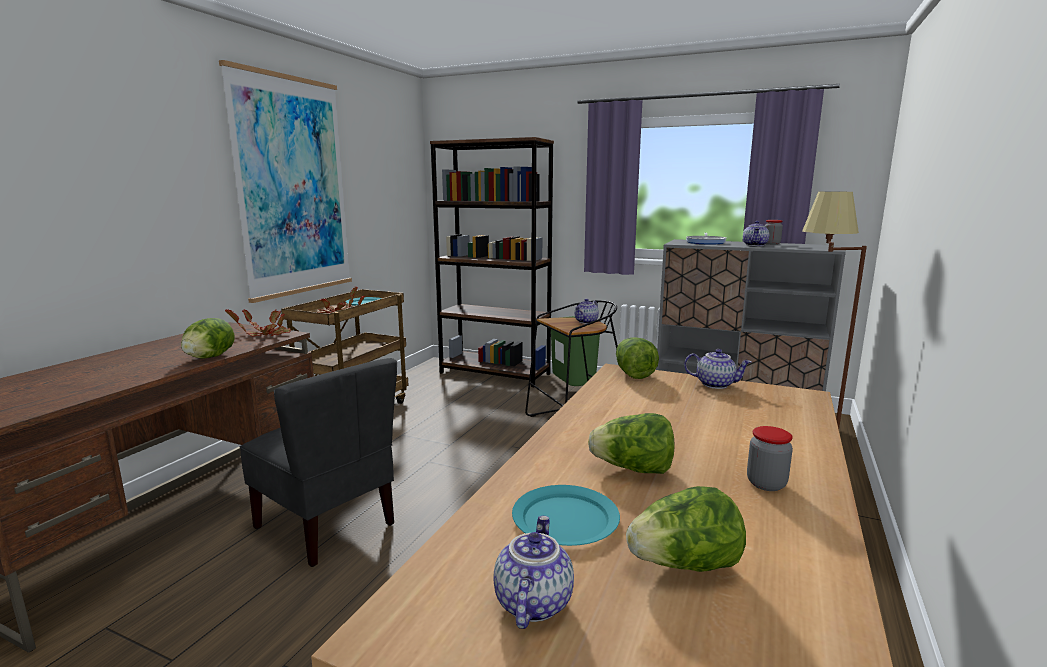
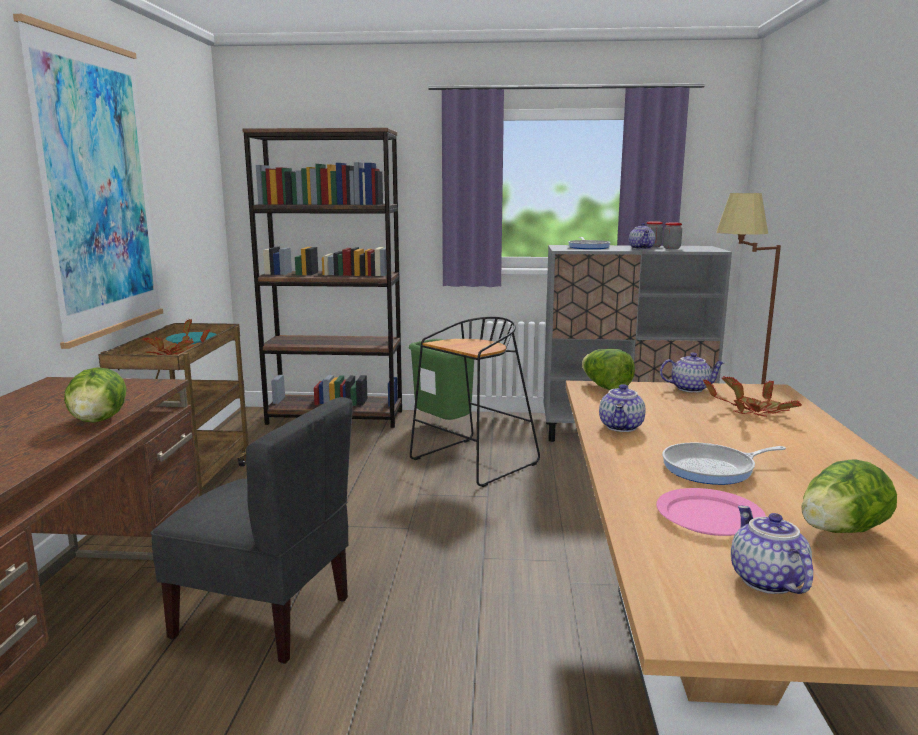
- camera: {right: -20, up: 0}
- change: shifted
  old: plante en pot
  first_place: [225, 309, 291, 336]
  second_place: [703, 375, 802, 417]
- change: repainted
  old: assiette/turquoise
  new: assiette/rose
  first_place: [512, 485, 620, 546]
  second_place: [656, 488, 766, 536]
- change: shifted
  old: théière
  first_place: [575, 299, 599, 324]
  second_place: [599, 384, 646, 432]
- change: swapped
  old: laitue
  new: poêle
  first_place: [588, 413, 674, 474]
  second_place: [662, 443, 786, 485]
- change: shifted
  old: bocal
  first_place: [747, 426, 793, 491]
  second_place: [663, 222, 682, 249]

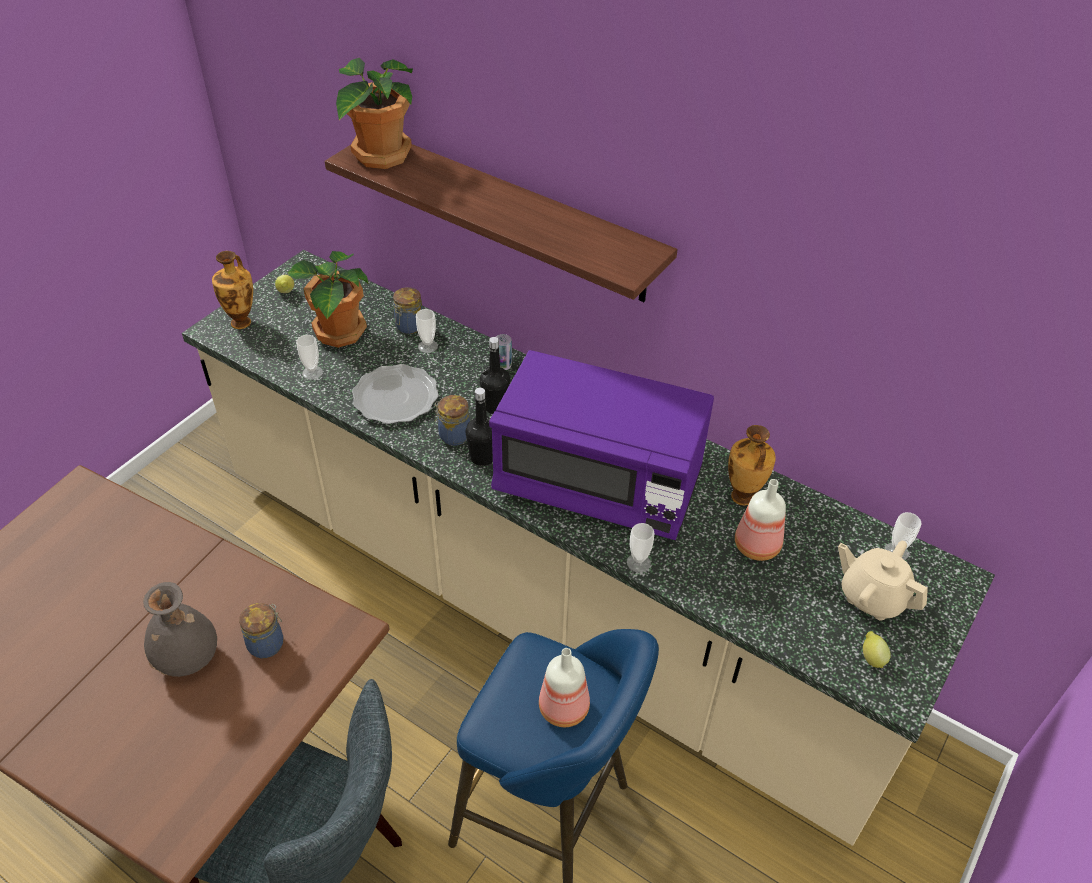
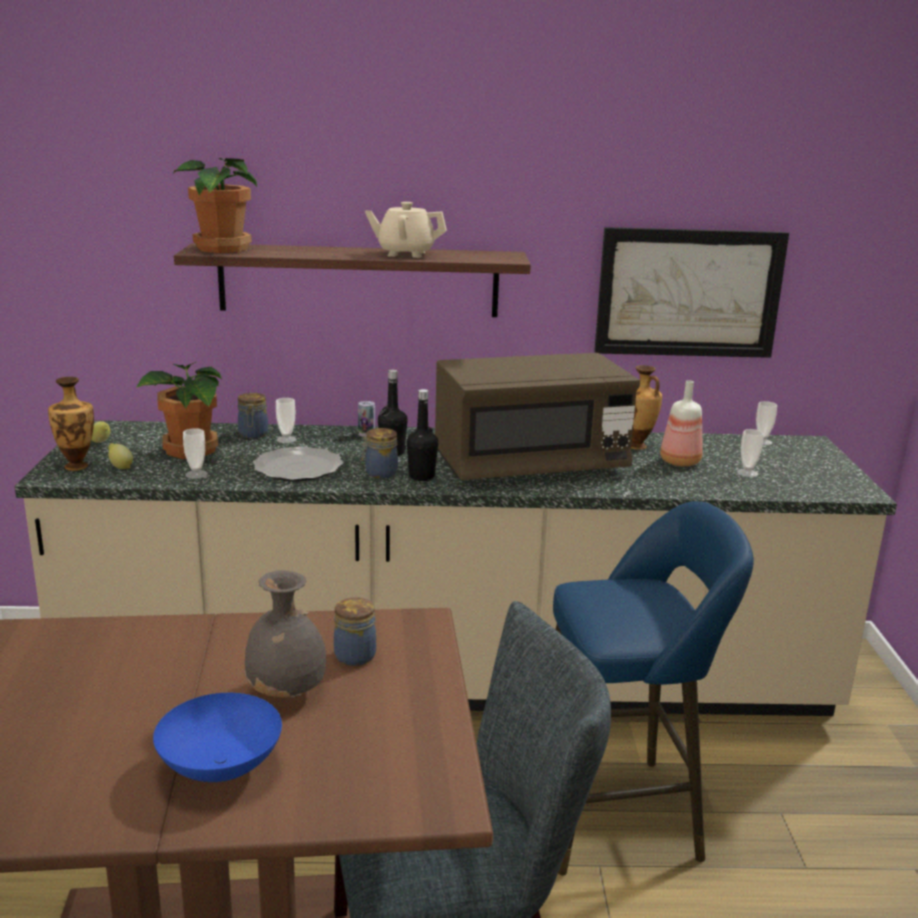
- camera: {right: -35, up: -25}
- change: repainted
  old: micro-ondes/violet
  new: micro-ondes/marron
  first_place: [489, 350, 714, 540]
  second_place: [435, 353, 640, 480]
- change: gone
  old: bouteille
  first_place: [539, 648, 590, 727]
- change: shifted
  old: tasse
  first_place: [627, 523, 654, 572]
  second_place: [737, 429, 764, 477]
- change: shifted
  old: théière/beige
  first_place: [838, 541, 928, 621]
  second_place: [365, 202, 447, 258]
- change: shifted
  old: citron
  first_place: [863, 631, 891, 668]
  second_place: [108, 443, 133, 469]
- change: new
  new: bol/bleu
  second_place: [153, 693, 282, 782]
- change: new
  new: tableau
  second_place: [594, 227, 789, 358]

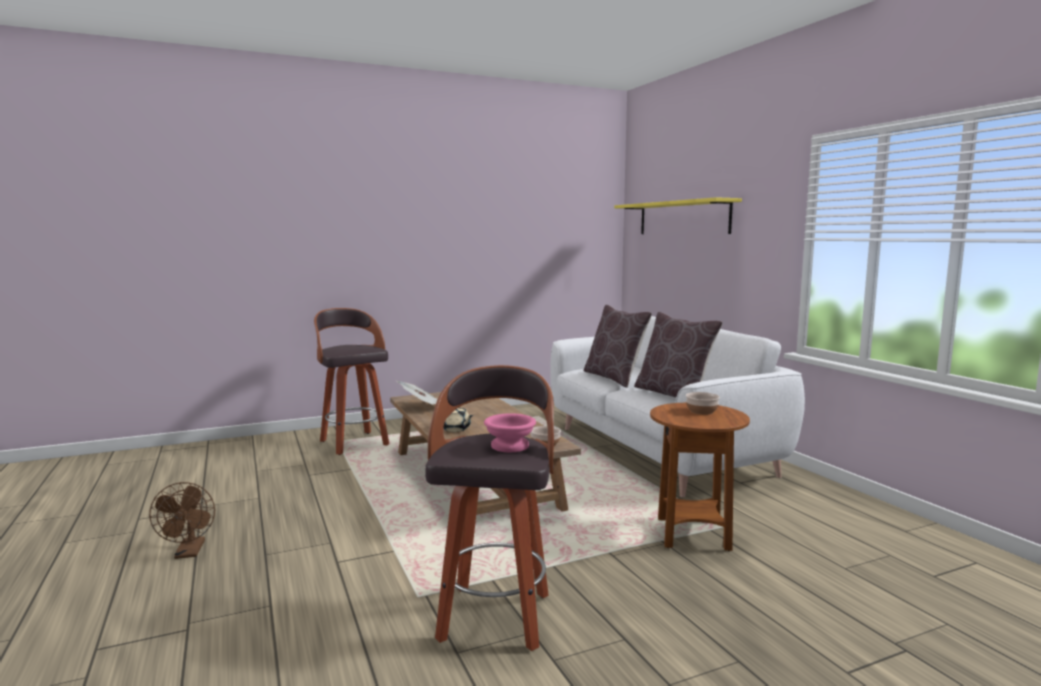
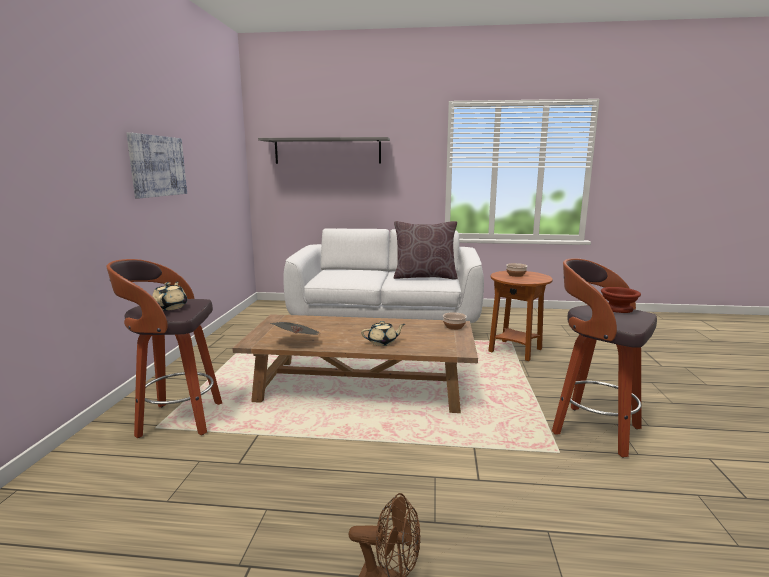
- camera: {right: -60, up: 5}
- change: repainted
  old: bol/rose
  new: bol/marron
  first_place: [484, 413, 536, 452]
  second_place: [601, 287, 641, 313]
- change: gone
  old: coussin/marron
  first_place: [584, 305, 652, 388]
- change: repainted
  old: étagère/jaune
  new: étagère/gris
  first_place: [614, 197, 742, 234]
  second_place: [258, 137, 390, 164]
- change: new
  new: tableau
  second_place: [126, 132, 187, 198]
- change: new
  new: théière/beige
  second_place: [152, 281, 187, 311]

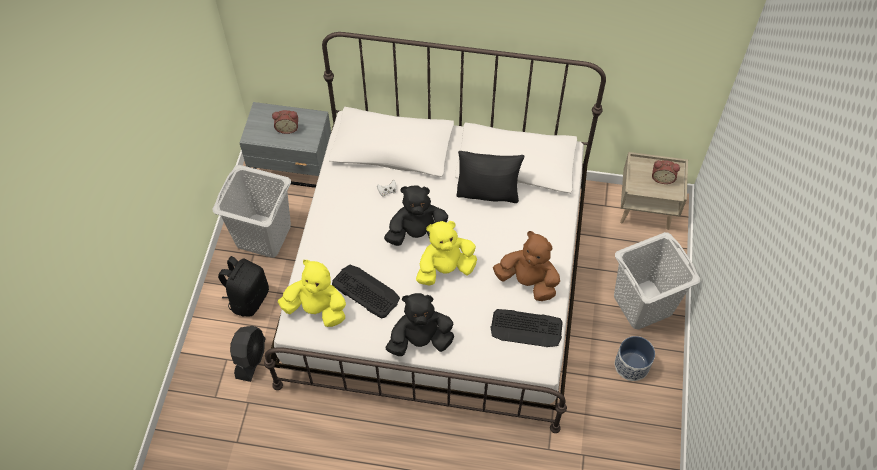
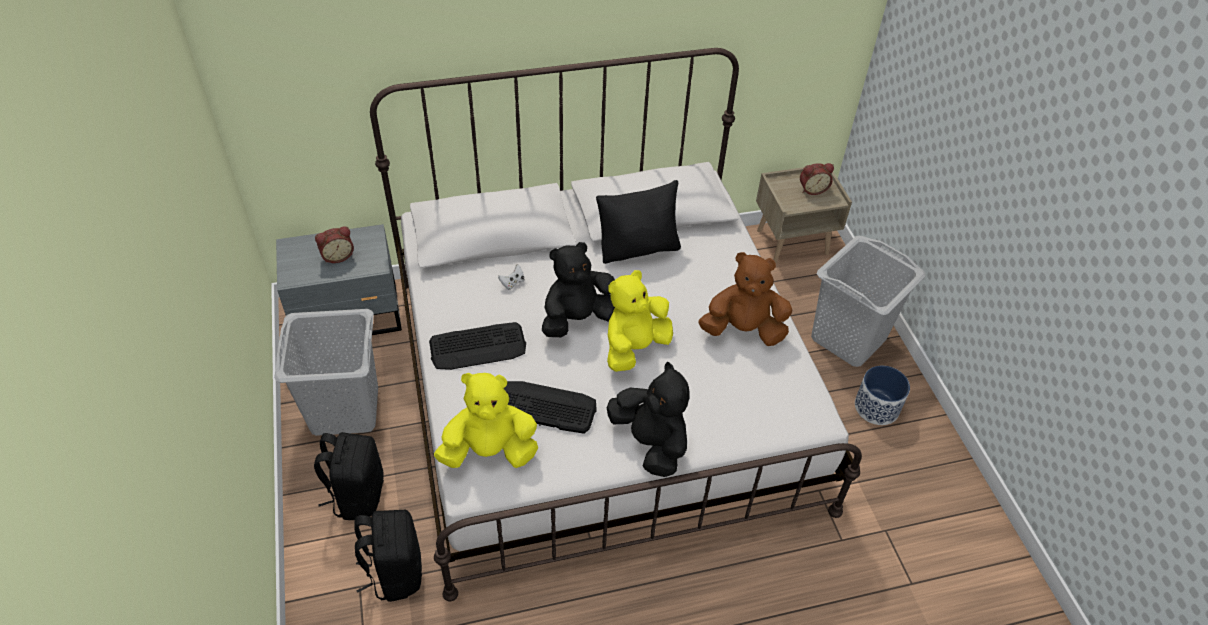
- camera: {right: -25, up: -10}
- change: swapped
  old: ventilateur/noir
  new: sac à dos/noir
  first_place: [230, 326, 266, 382]
  second_place: [354, 510, 422, 602]
- change: rotated
  old: peluche/noir
  first_place: [386, 293, 454, 356]
  second_place: [607, 362, 690, 477]
  degrees: 90
- change: shifted
  old: clavier
  first_place: [491, 309, 563, 347]
  second_place: [429, 322, 526, 370]

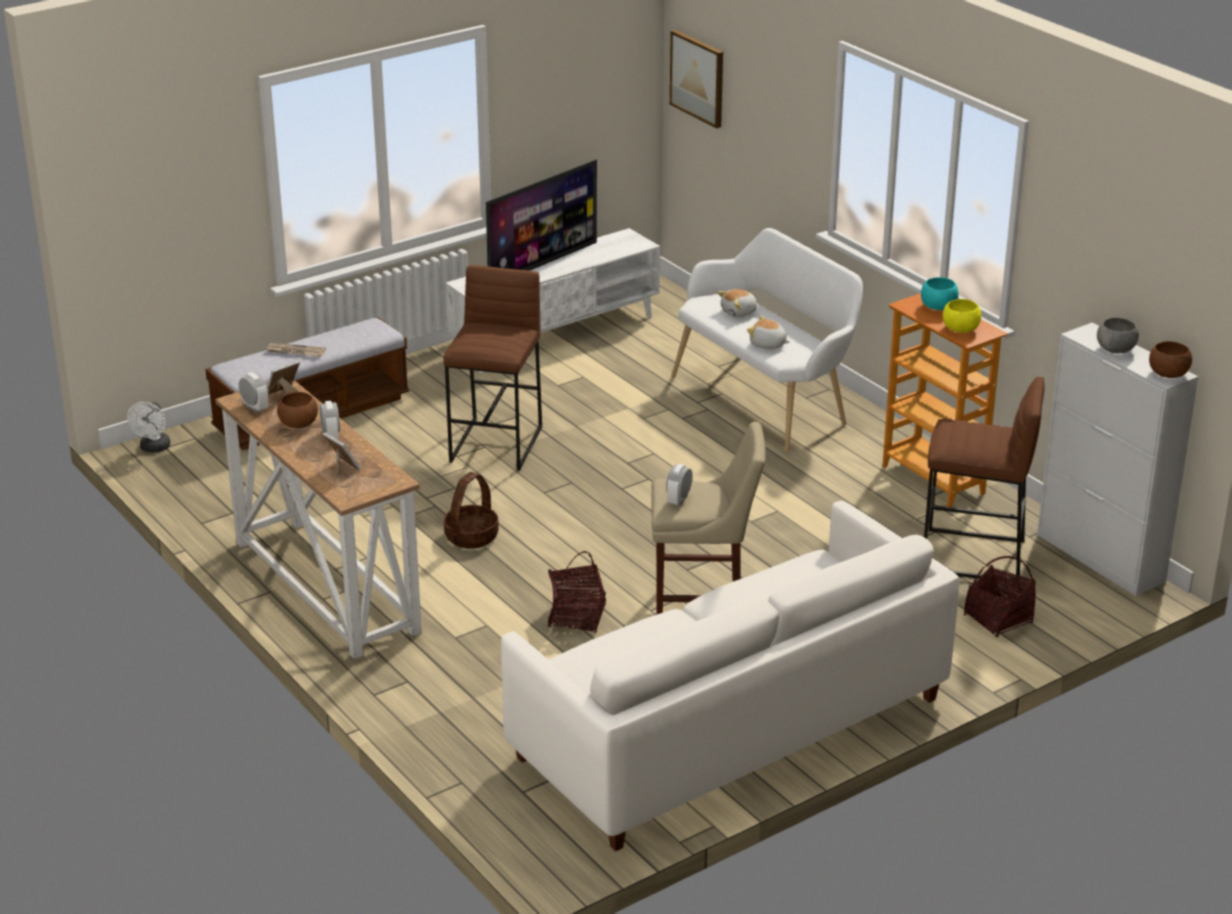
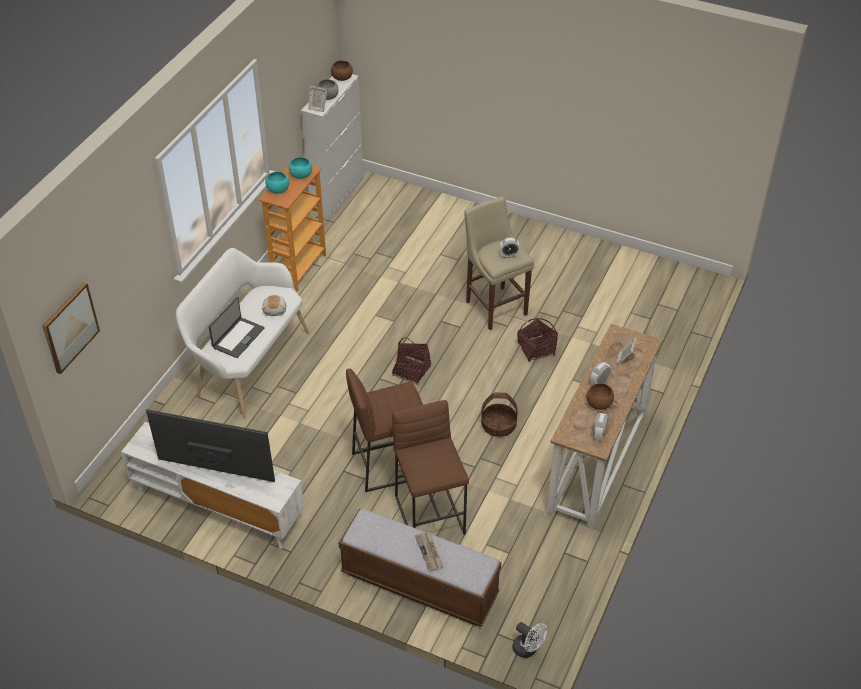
- camera: {right: -120, up: 15}
- change: rotated
  old: ventilateur/blanc
  first_place: [127, 402, 170, 452]
  second_place: [512, 622, 547, 658]
  degrees: 60
- change: shifted
  old: cadre photo
  first_place: [267, 361, 300, 395]
  second_place: [308, 86, 327, 112]
- change: gone
  old: canapé/blanc
  first_place: [501, 501, 959, 851]
- change: swapped
  old: peluche
  new: ordinateur portable
  first_place: [717, 289, 758, 317]
  second_place: [209, 297, 265, 358]
- change: shifted
  old: tabouret/marron
  first_place: [924, 377, 1045, 580]
  second_place: [392, 400, 469, 535]
- change: repainted
  old: bol/jaune
  new: bol/turquoise
  first_place: [943, 299, 981, 333]
  second_place: [289, 157, 312, 179]
- change: shifted
  old: panier
  first_place: [964, 556, 1036, 637]
  second_place: [392, 337, 431, 385]

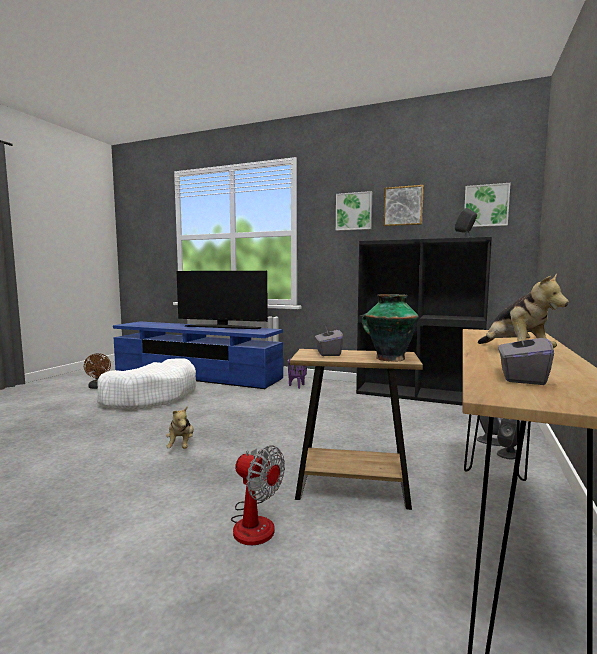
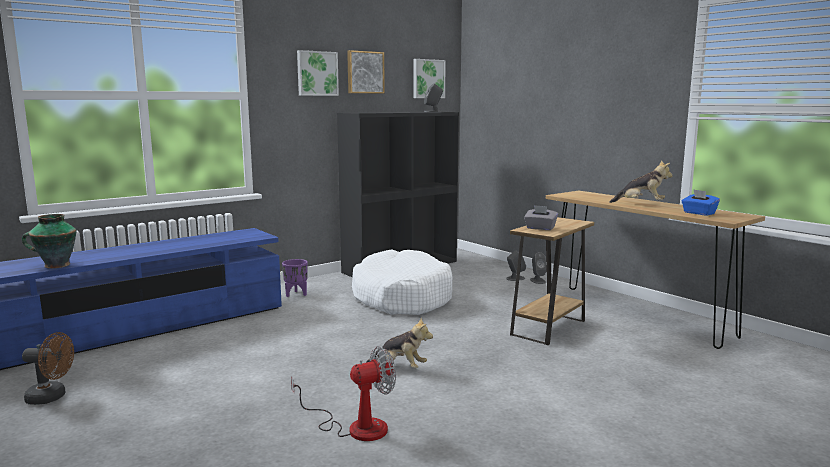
- camera: {right: -60, up: 5}
- change: shifted
  old: panier pour chien/blanc
  first_place: [97, 358, 196, 409]
  second_place: [352, 249, 453, 315]
- change: gone
  old: téléviseur
  first_place: [177, 271, 268, 329]
- change: shifted
  old: ventilateur
  first_place: [231, 445, 285, 545]
  second_place: [291, 346, 396, 441]
- change: shifted
  old: vase
  first_place: [362, 294, 419, 362]
  second_place: [22, 214, 77, 268]
- change: repainted
  old: boîte à mouchoirs/gris
  new: boîte à mouchoirs/bleu
  first_place: [498, 325, 554, 385]
  second_place: [682, 189, 720, 216]

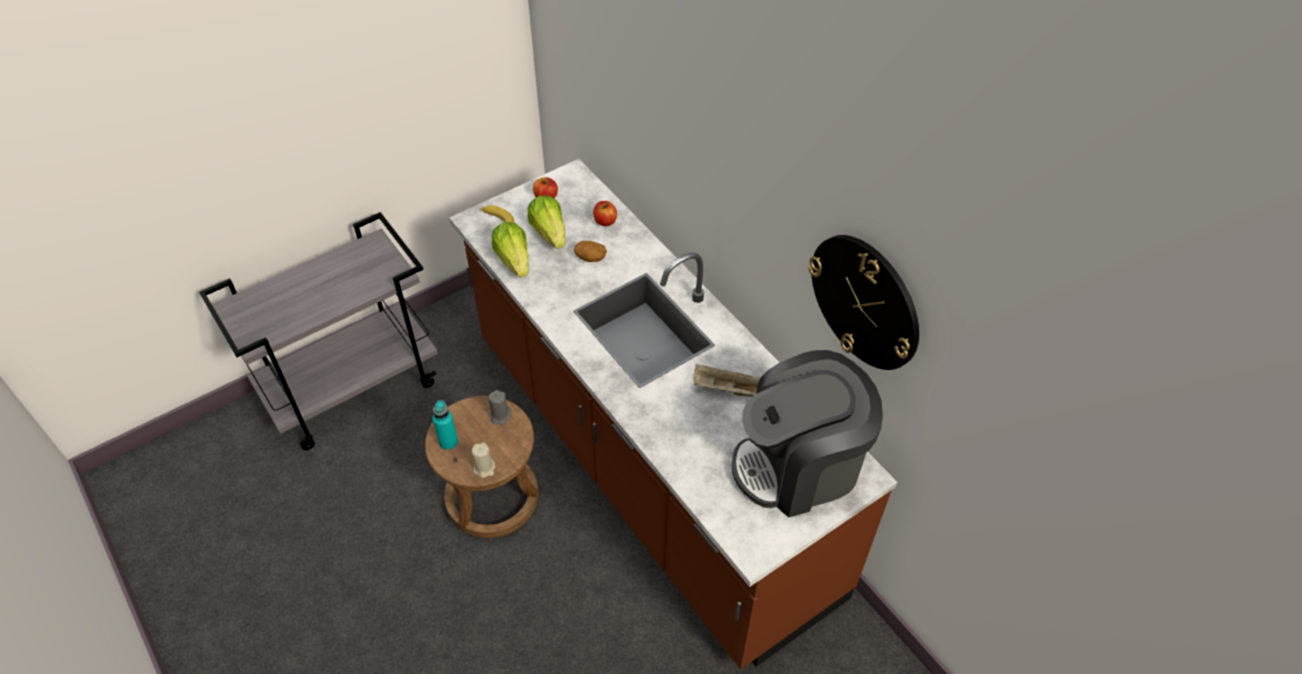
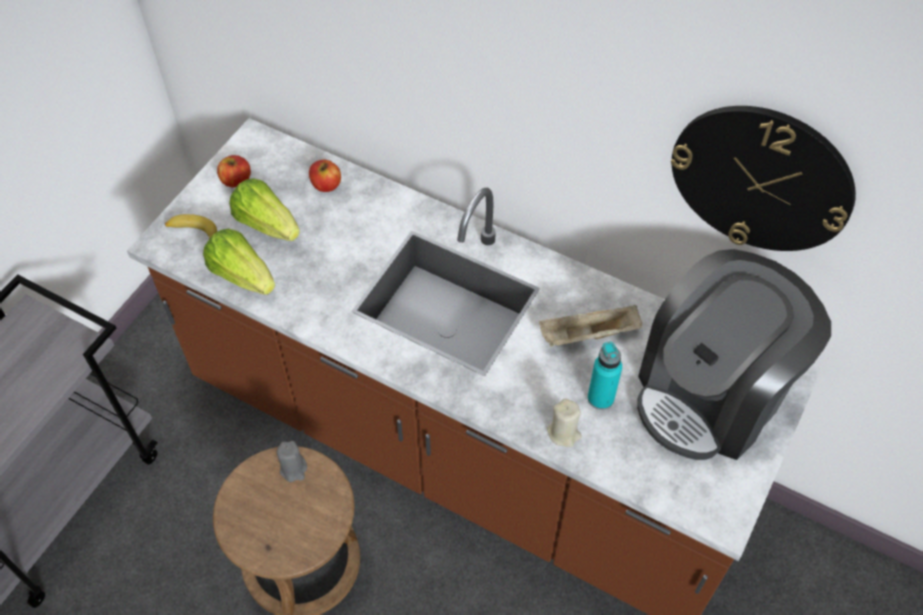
- camera: {right: -25, up: 5}
- change: shifted
  old: bouteille/turquoise
  first_place: [433, 400, 458, 450]
  second_place: [588, 342, 622, 410]
- change: shifted
  old: bougie/beige
  first_place: [472, 443, 495, 478]
  second_place: [547, 399, 582, 447]
- change: gone
  old: pomme de terre
  first_place: [574, 241, 607, 262]

